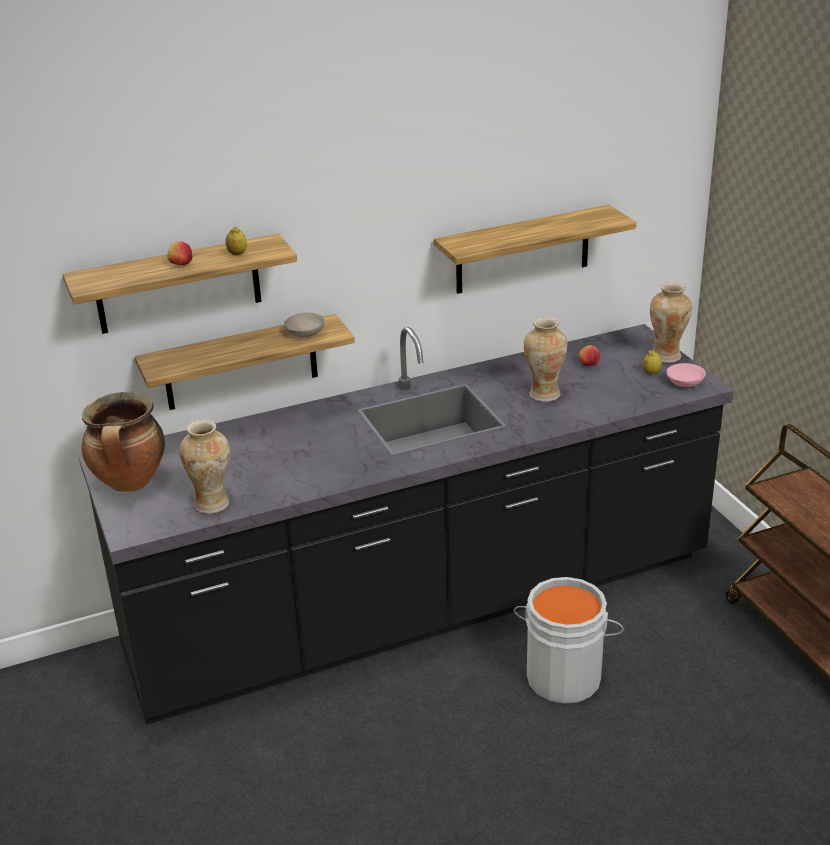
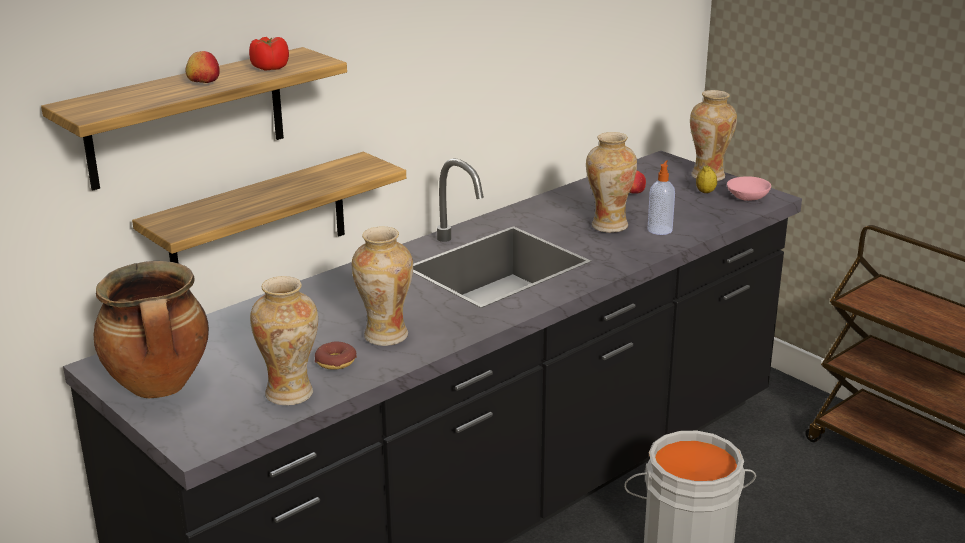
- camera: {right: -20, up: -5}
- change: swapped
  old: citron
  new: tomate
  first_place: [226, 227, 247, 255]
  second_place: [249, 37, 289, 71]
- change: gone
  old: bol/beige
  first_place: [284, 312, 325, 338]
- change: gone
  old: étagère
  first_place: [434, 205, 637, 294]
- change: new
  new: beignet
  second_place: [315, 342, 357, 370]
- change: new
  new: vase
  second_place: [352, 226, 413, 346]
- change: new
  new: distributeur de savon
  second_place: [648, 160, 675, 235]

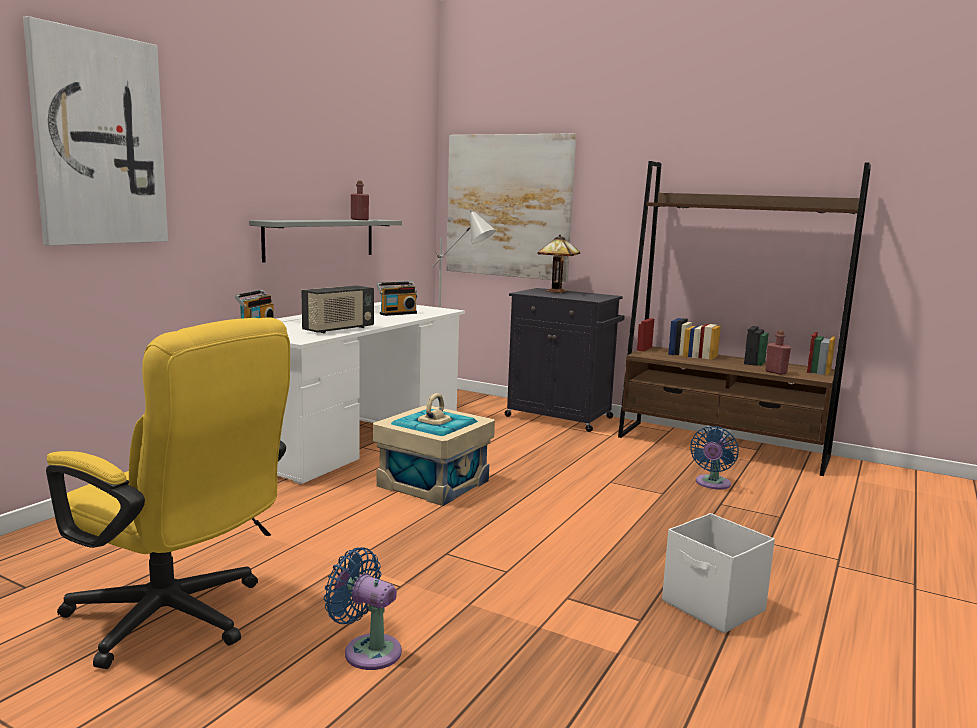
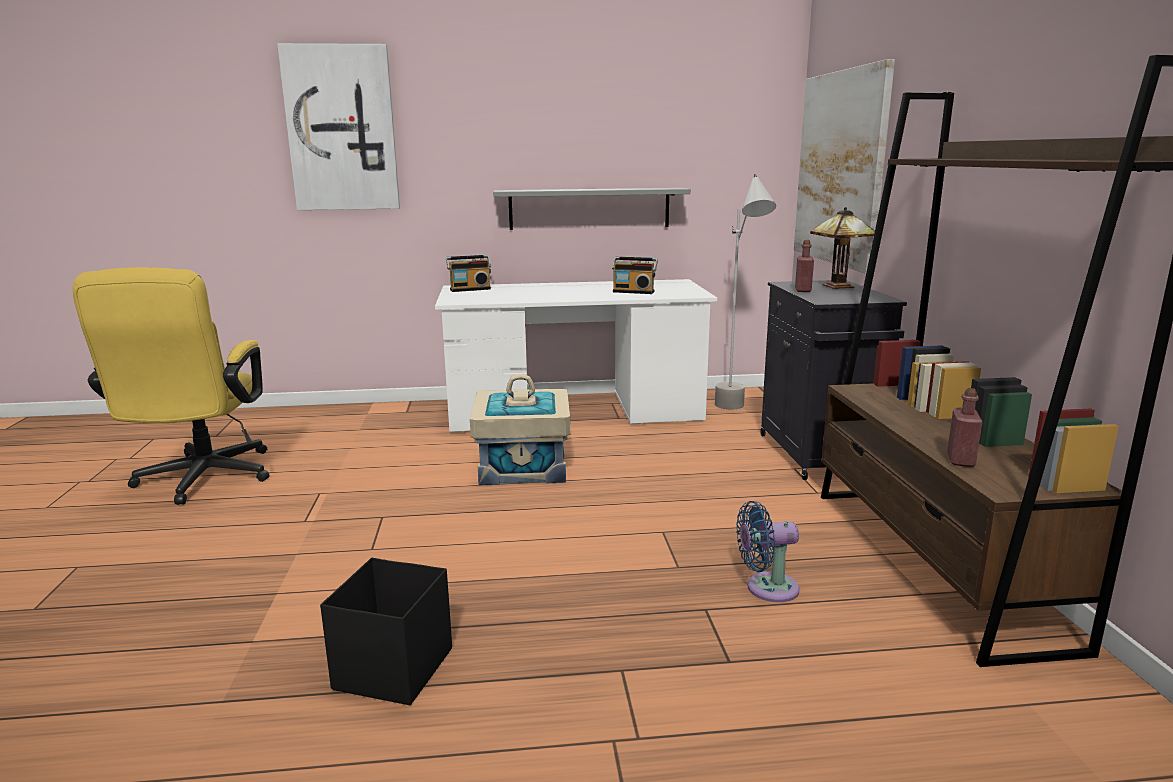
- camera: {right: 55, up: 5}
- change: gone
  old: radio
  first_place: [301, 285, 374, 334]
- change: gone
  old: ventilateur/bleu
  first_place: [324, 547, 402, 670]
- change: shifted
  old: bouteille/rouge
  first_place: [351, 181, 369, 220]
  second_place: [795, 240, 814, 292]
- change: repainted
  old: boîte de rangement/blanc
  new: boîte de rangement/noir
  first_place: [662, 513, 775, 633]
  second_place: [320, 558, 452, 705]

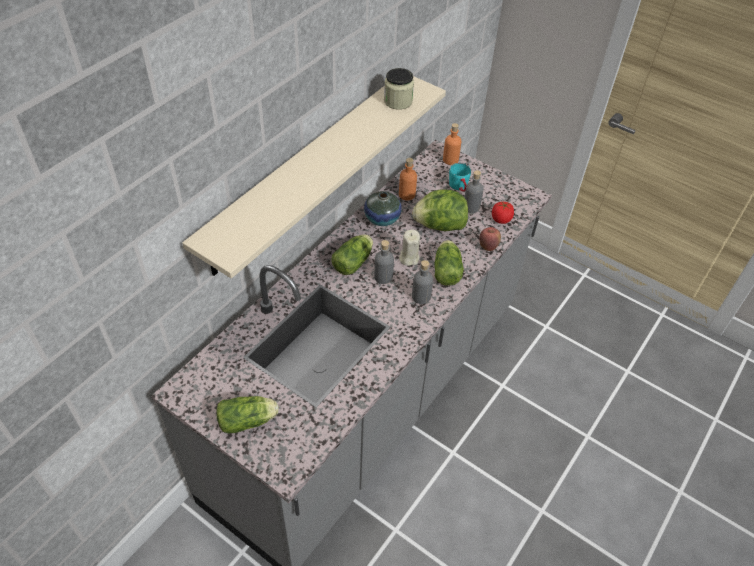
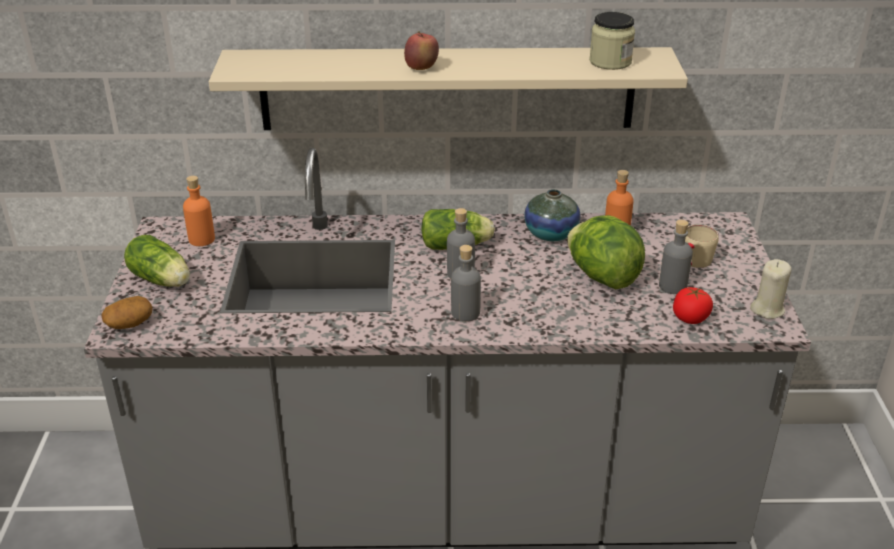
- camera: {right: 55, up: -15}
- change: shifted
  old: bougie/beige
  first_place: [399, 229, 420, 266]
  second_place: [750, 259, 792, 319]
- change: gone
  old: laitue
  first_place: [434, 240, 464, 286]
- change: shifted
  old: bouteille/orange
  first_place: [443, 123, 461, 165]
  second_place: [183, 176, 215, 246]
- change: repainted
  old: mug/turquoise
  new: mug/beige
  first_place: [449, 163, 471, 192]
  second_place: [685, 225, 719, 268]
- change: shifted
  old: pomme
  first_place: [479, 227, 501, 251]
  second_place: [404, 31, 439, 70]
- change: new
  new: pomme de terre
  second_place: [102, 296, 152, 329]

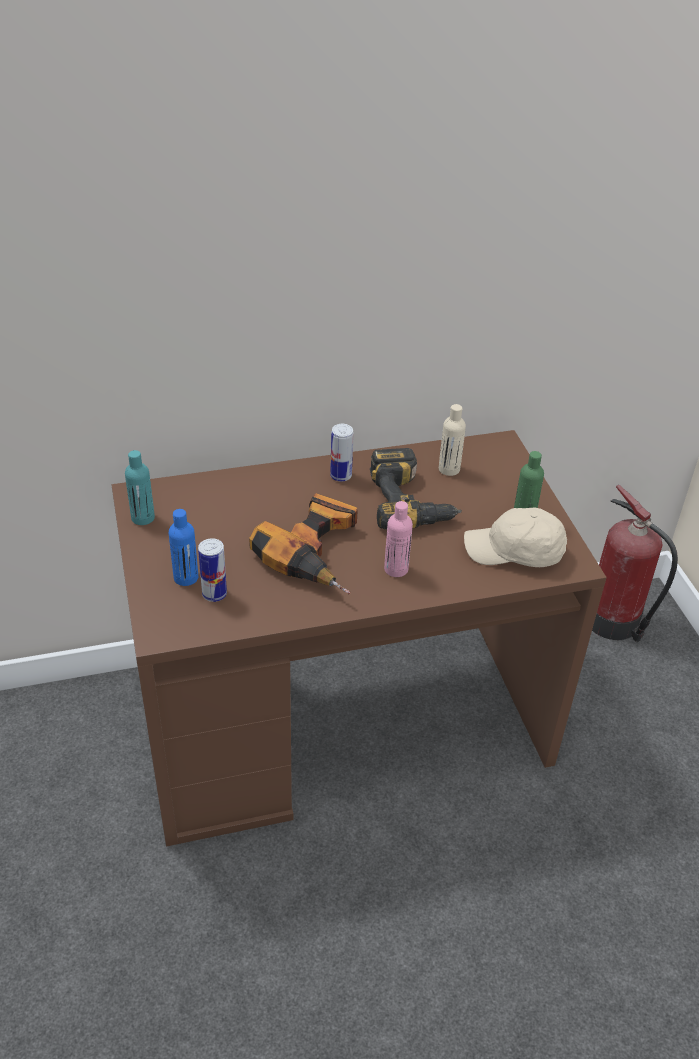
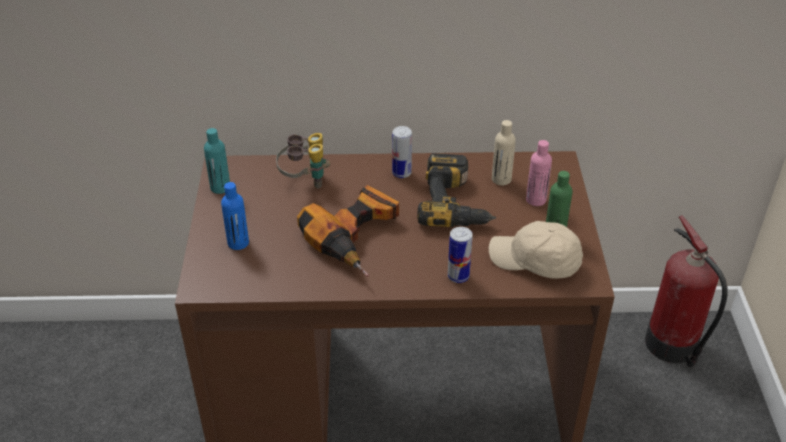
- camera: {right: 15, up: 0}
- change: shifted
  old: boîte métallique
  first_place: [198, 539, 227, 602]
  second_place: [448, 227, 473, 283]
- change: shifted
  old: bouteille/rose
  first_place: [384, 501, 413, 577]
  second_place: [526, 140, 552, 206]
- change: new
  new: jumelles
  second_place: [276, 133, 330, 188]

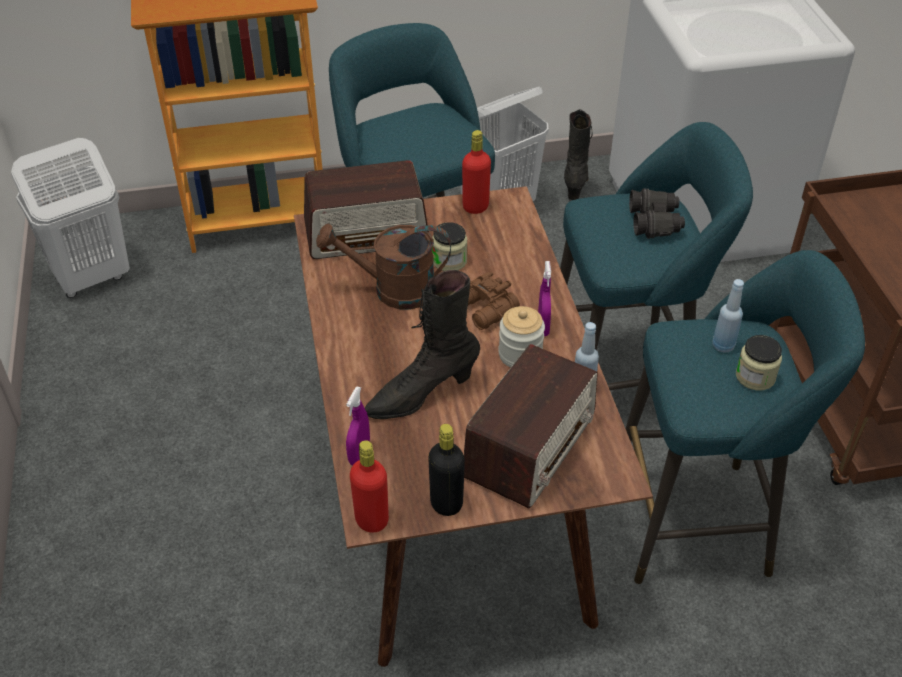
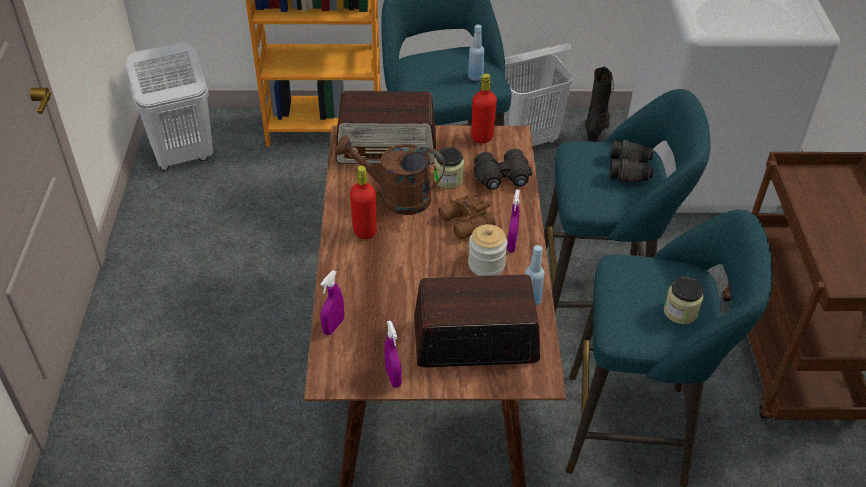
- camera: {right: 10, up: 0}
- change: shifted
  old: bouteille/rouge
  first_place: [350, 440, 389, 533]
  second_place: [350, 165, 377, 239]
- change: gone
  old: botte/noir
  first_place: [365, 270, 480, 420]
- change: swapped
  old: bouteille/noir
  new: vaporisateur/violet
  first_place: [428, 424, 465, 516]
  second_place: [384, 321, 402, 388]
- change: rotated
  old: radio
  first_place: [464, 344, 598, 508]
  second_place: [414, 275, 540, 367]
  degrees: -135
- change: shifted
  old: bouteille/bleu
  first_place: [712, 279, 744, 353]
  second_place: [468, 25, 485, 81]
- change: new
  new: jumelles/noir
  second_place: [473, 149, 532, 190]

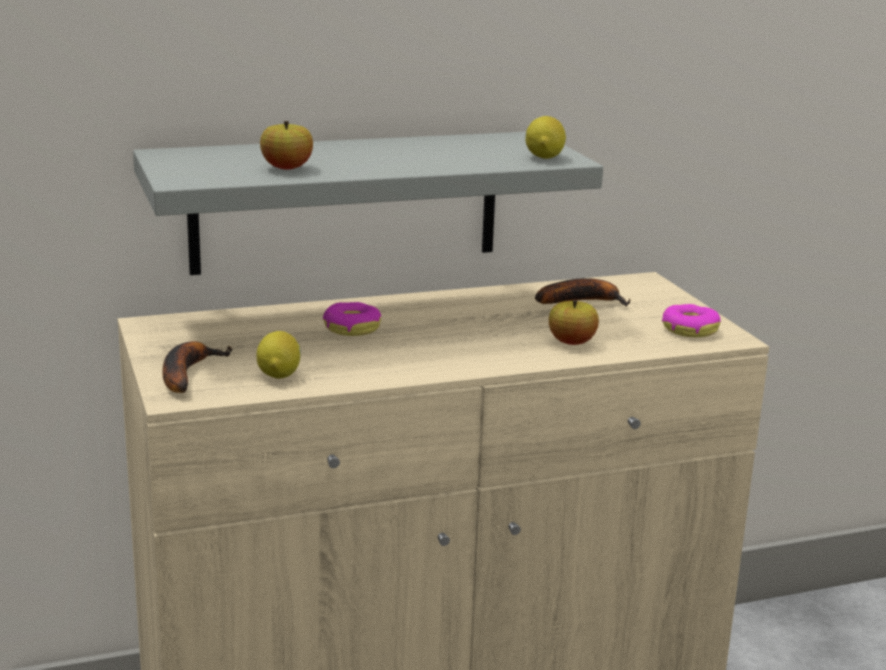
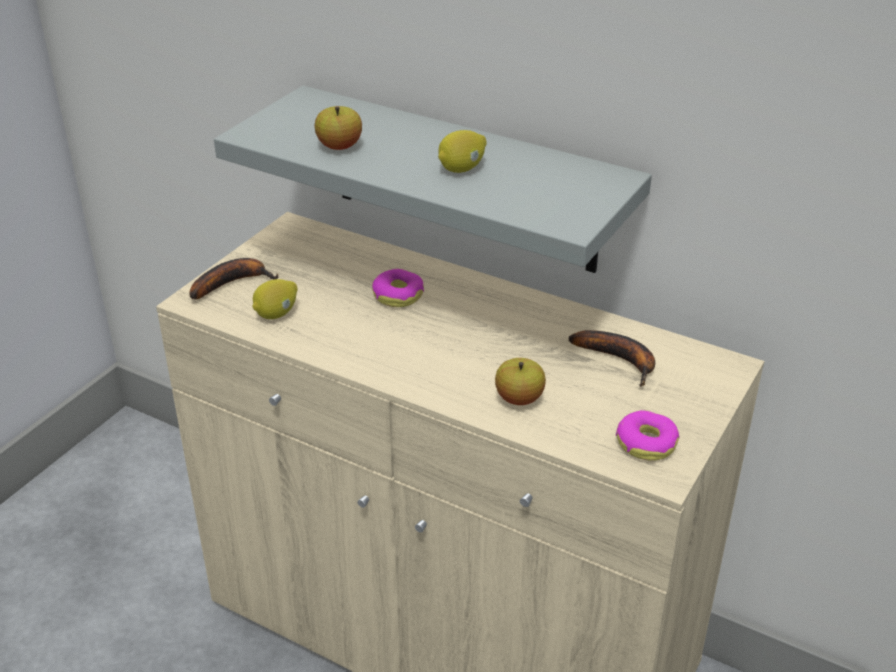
- camera: {right: 50, up: 15}
- change: shifted
  old: citron
  first_place: [526, 116, 566, 159]
  second_place: [438, 130, 487, 173]

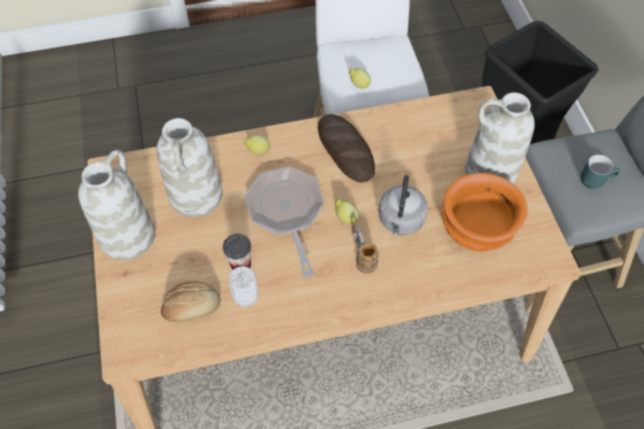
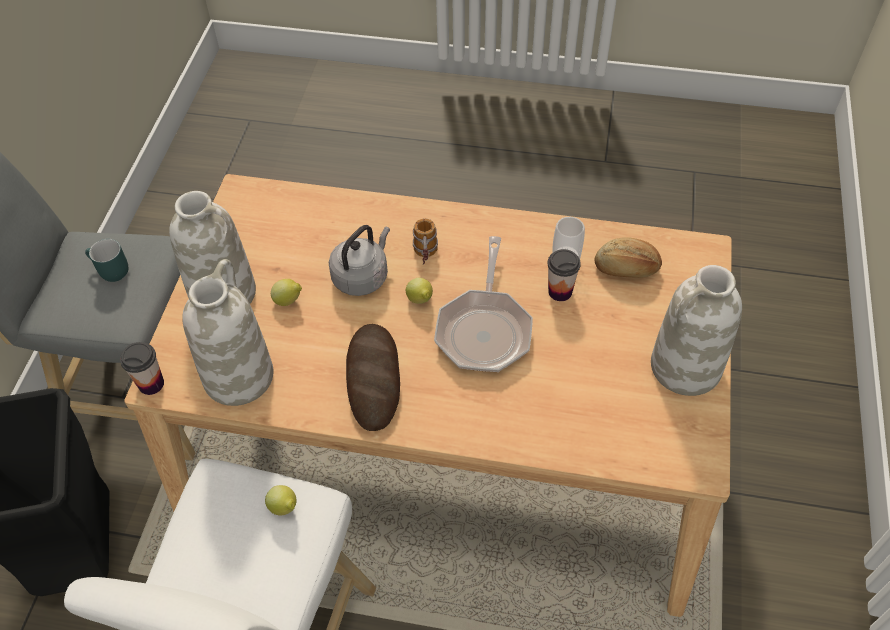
- camera: {right: -155, up: -5}
- change: shifted
  old: vase/blanc
  first_place: [156, 118, 223, 217]
  second_place: [182, 259, 274, 406]
- change: shifted
  old: citron
  first_place: [244, 135, 270, 155]
  second_place: [271, 279, 302, 306]
- change: gone
  old: bol/orange
  first_place: [441, 173, 528, 251]
- change: new
  new: tasse
  second_place: [120, 342, 164, 395]

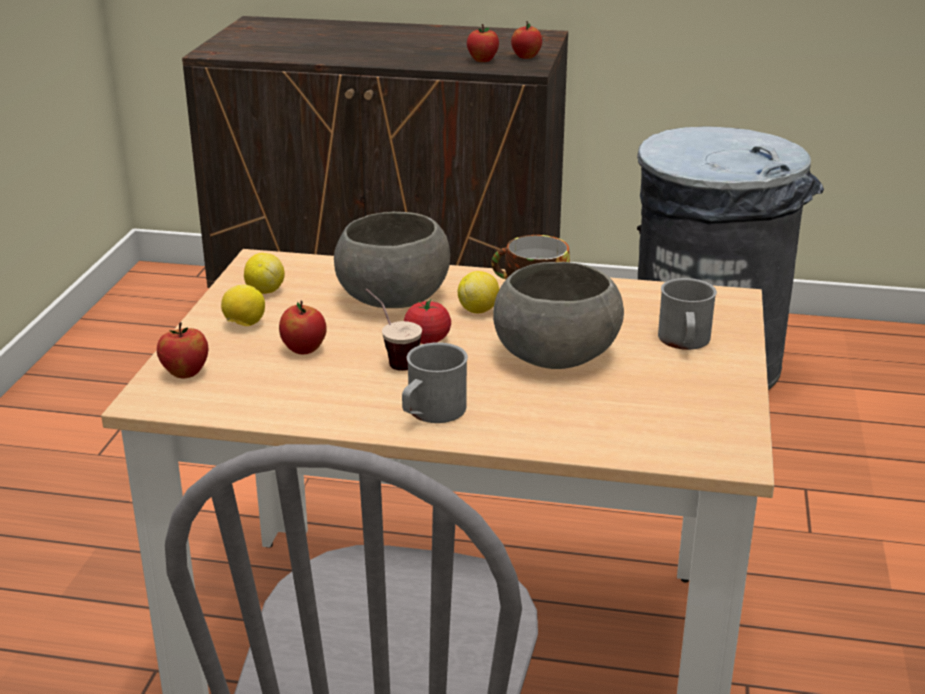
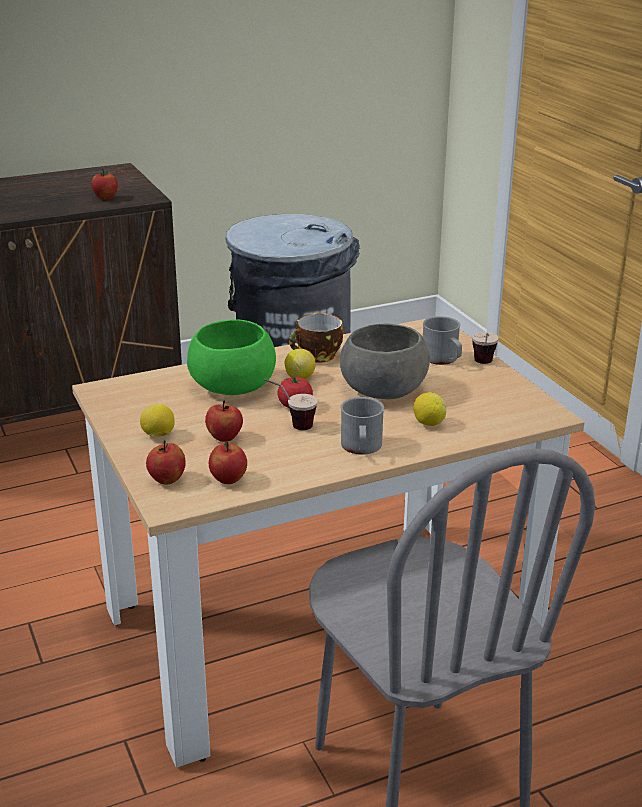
- camera: {right: -35, up: 0}
- change: shifted
  old: citron
  first_place: [244, 253, 285, 294]
  second_place: [413, 392, 446, 426]
- change: repainted
  old: bol/gris
  new: bol/vert
  first_place: [334, 212, 450, 308]
  second_place: [187, 320, 276, 395]
- change: shifted
  old: pomme
  first_place: [511, 21, 542, 59]
  second_place: [209, 441, 247, 484]
- change: new
  new: tasse
  second_place: [472, 332, 499, 364]

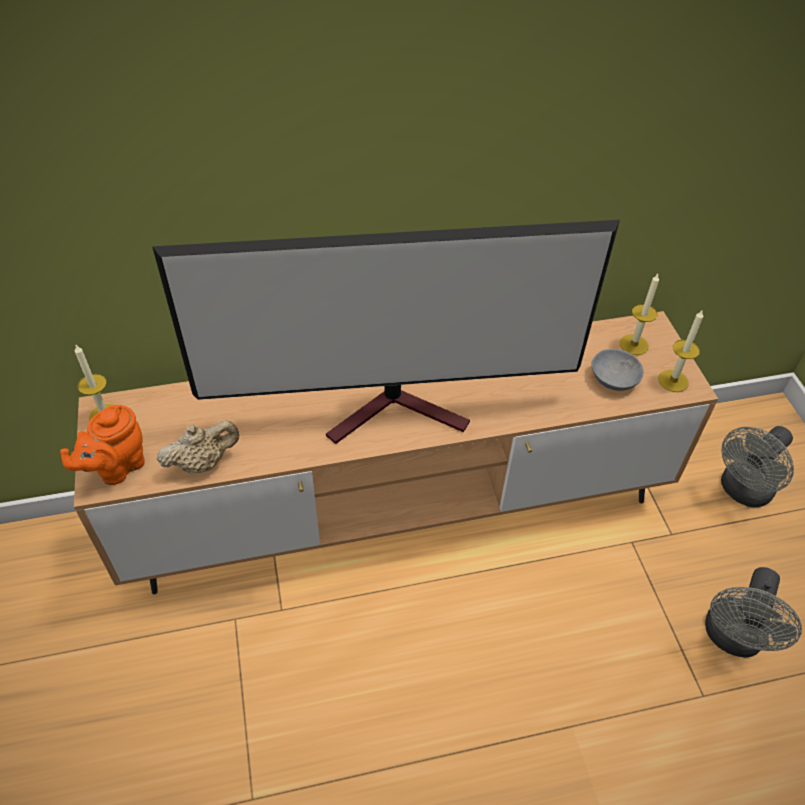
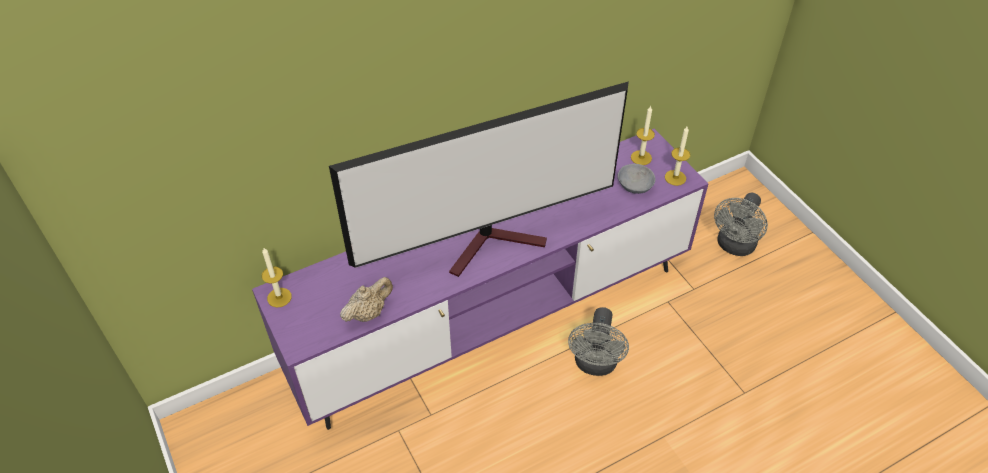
- camera: {right: -15, up: 0}
- change: gone
  old: théière/orange
  first_place: [60, 405, 145, 485]
- change: repainted
  old: meuble télé/marron
  new: meuble télé/violet
  first_place: [74, 311, 718, 594]
  second_place: [252, 129, 708, 430]
- change: shifted
  old: ventilateur/gris
  first_place: [705, 567, 802, 657]
  second_place: [568, 307, 629, 376]

